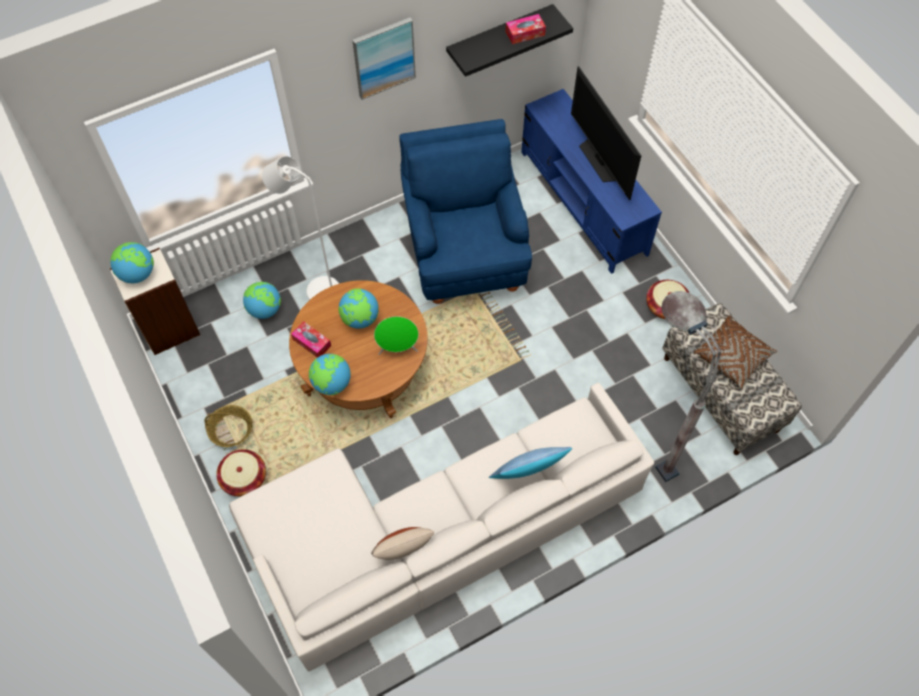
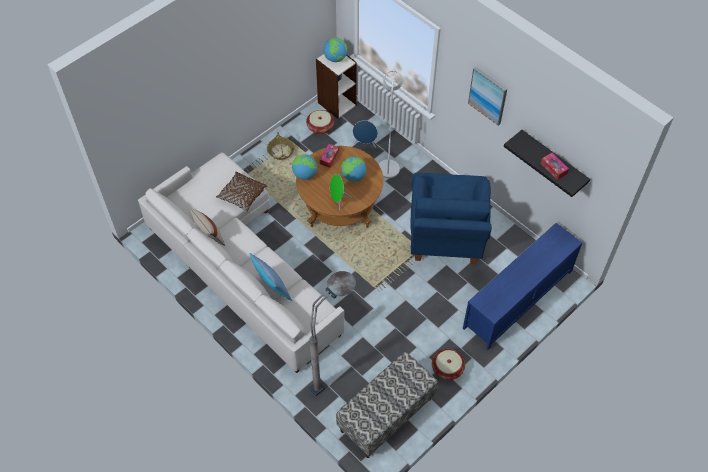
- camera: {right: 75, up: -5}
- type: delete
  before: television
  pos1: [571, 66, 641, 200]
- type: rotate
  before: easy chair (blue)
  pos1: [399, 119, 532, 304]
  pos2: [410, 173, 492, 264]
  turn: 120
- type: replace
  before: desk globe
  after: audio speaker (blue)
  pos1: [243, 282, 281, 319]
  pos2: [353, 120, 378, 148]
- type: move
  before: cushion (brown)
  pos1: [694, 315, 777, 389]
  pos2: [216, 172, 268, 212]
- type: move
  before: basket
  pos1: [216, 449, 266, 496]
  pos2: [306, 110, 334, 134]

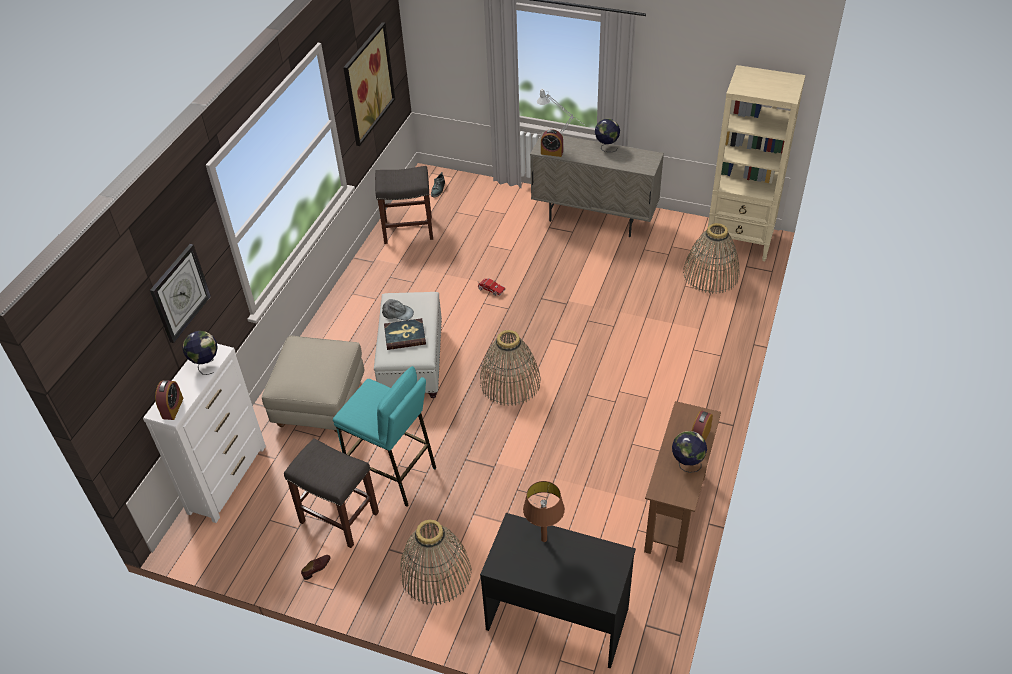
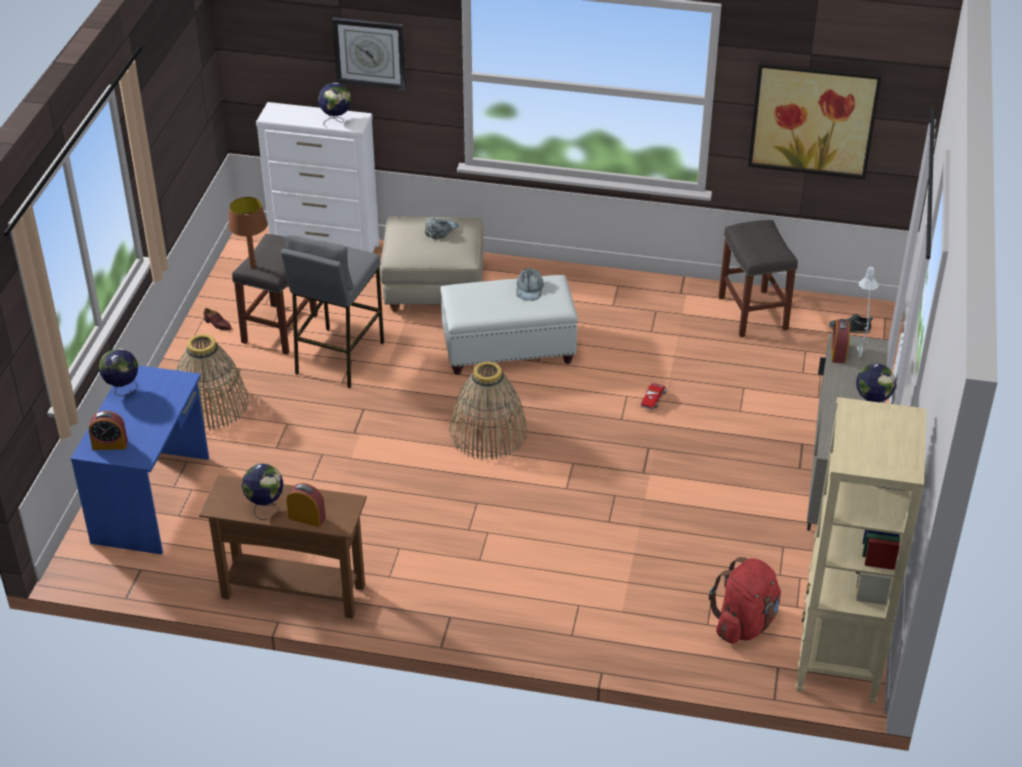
- camera: {right: 80, up: -5}
- type: replace
  before: basket
  after: backpack (reddish)
  pos1: [683, 223, 740, 294]
  pos2: [709, 557, 781, 644]
- type: delete
  before: bound book
  pos1: [384, 318, 426, 350]
- type: recolor
  before: stool (turquoise-coloured)
  after: stool (grey)
  pos1: [333, 366, 436, 507]
  pos2: [281, 235, 384, 388]
- type: move
  before: alarm clock
  pos1: [155, 380, 184, 420]
  pos2: [89, 411, 128, 450]
- type: move
  before: lamp for a table (brown)
  pos1: [523, 481, 565, 542]
  pos2: [228, 197, 268, 268]
- type: recolor
  before: desk table (black-coloured)
  after: desk table (blue)
  pos1: [480, 513, 636, 669]
  pos2: [71, 365, 209, 555]
- type: insert
  after: peaked cap (grey)
  pos2: [425, 218, 459, 239]
- type: insert
  after: desk globe
  pos2: [99, 349, 138, 396]

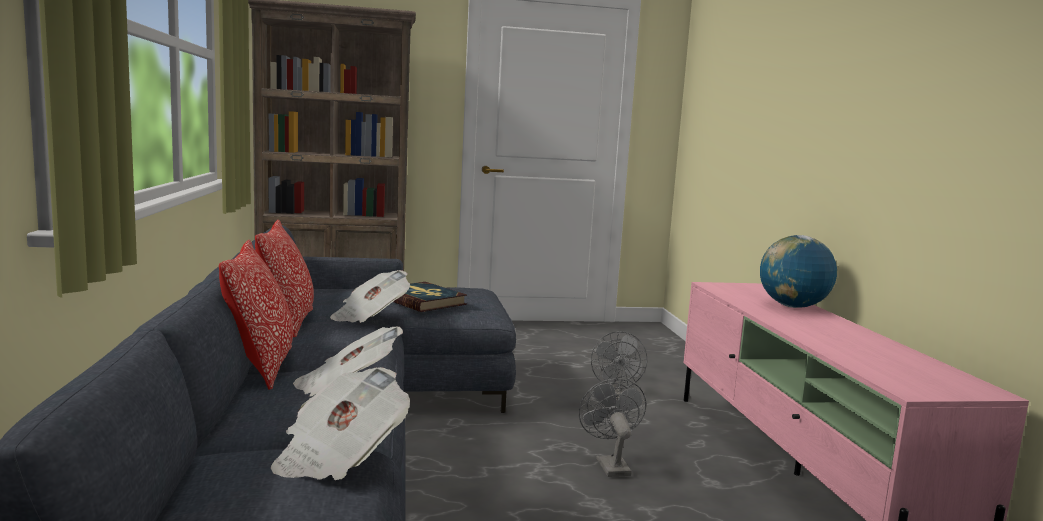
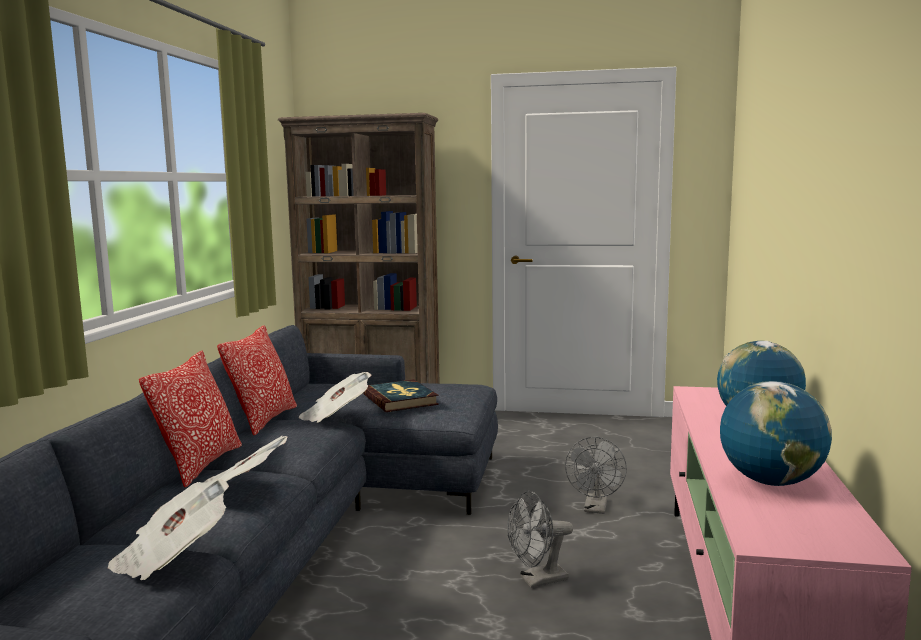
- camera: {right: 20, up: 0}
- type: rotate
  before: cooling fan (grey)
  pos1: [579, 378, 647, 477]
  pos2: [507, 491, 573, 588]
  turn: -120
- type: insert
  after: desk globe
  pos2: [720, 381, 832, 486]

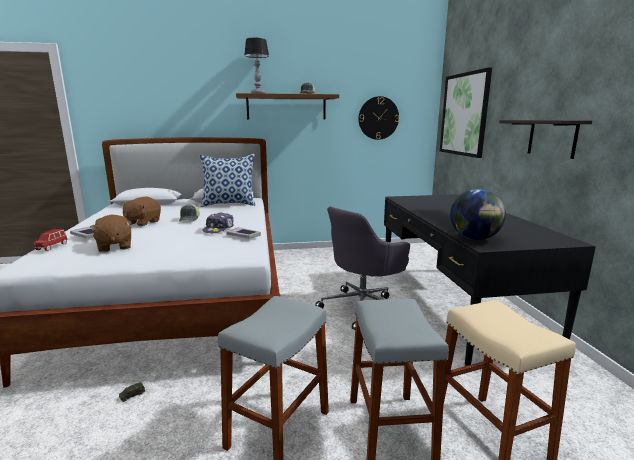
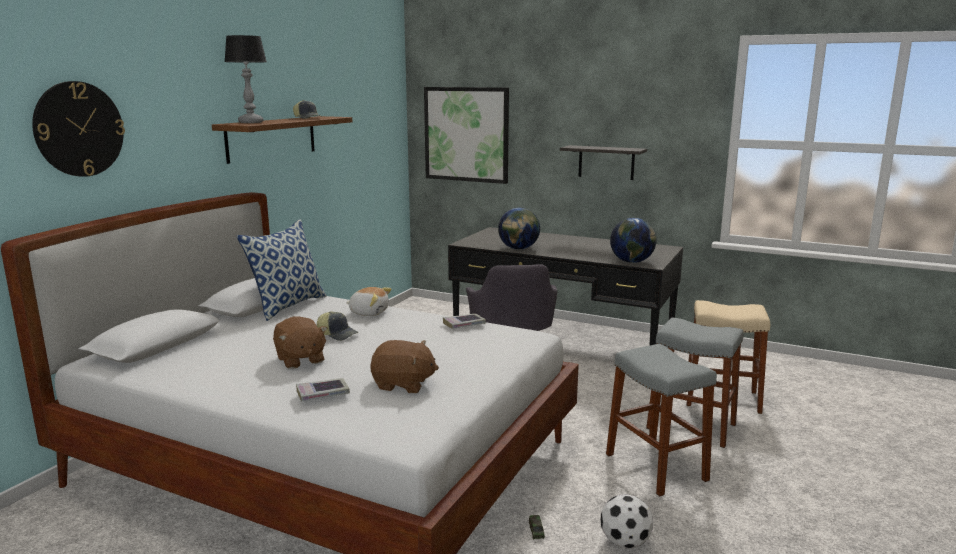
- camera: {right: -55, up: 0}
- type: move
  before: clock on the wall
  pos1: [358, 96, 399, 140]
  pos2: [32, 81, 125, 177]
- type: delete
  before: peaked cap
  pos1: [203, 213, 234, 233]
- type: delete
  before: toy car (reddish)
  pos1: [34, 228, 67, 251]
- type: insert
  after: desk globe
  pos2: [498, 208, 540, 249]
- type: insert
  after: cuddly toy
  pos2: [346, 287, 392, 316]
- type: insert
  after: football ball
  pos2: [601, 494, 653, 549]

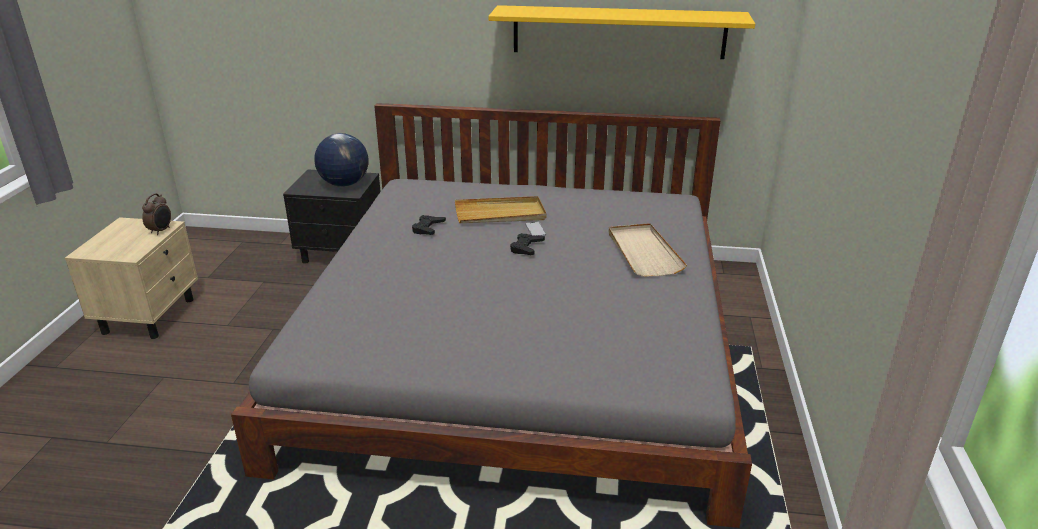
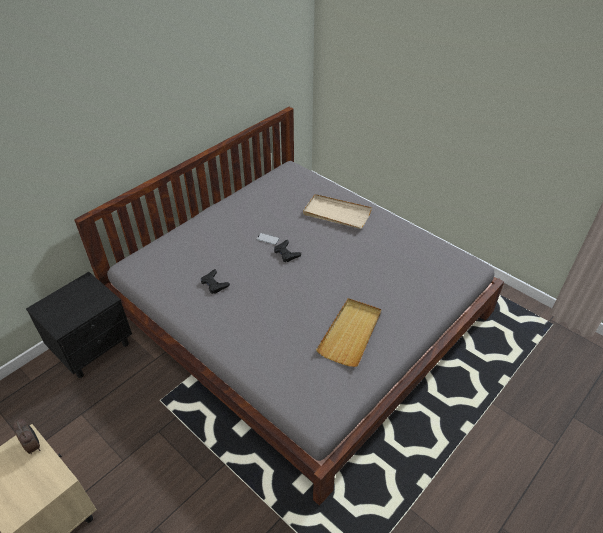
- camera: {right: -55, up: 15}
- type: delete
  before: bracket shelf (yellow)
  pos1: [488, 5, 755, 59]
- type: delete
  before: desk globe
  pos1: [314, 133, 369, 187]
- type: move
  before: serving tray (sand-coloured)
  pos1: [455, 196, 546, 223]
  pos2: [316, 298, 382, 367]

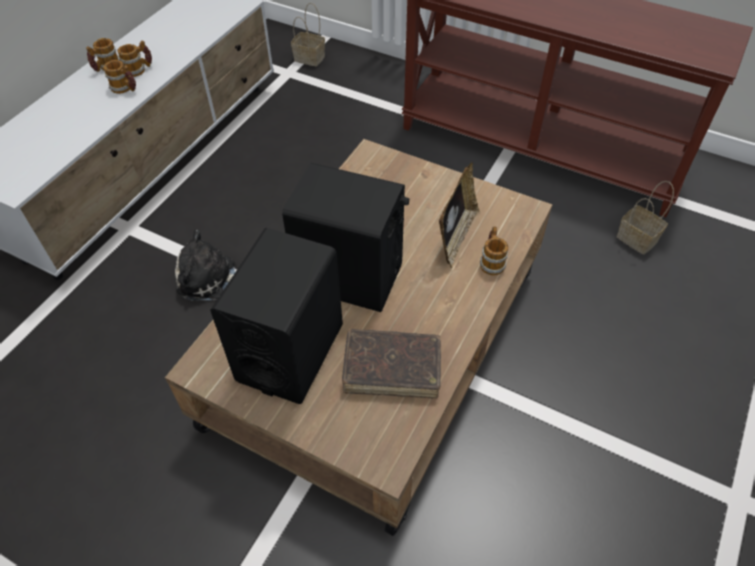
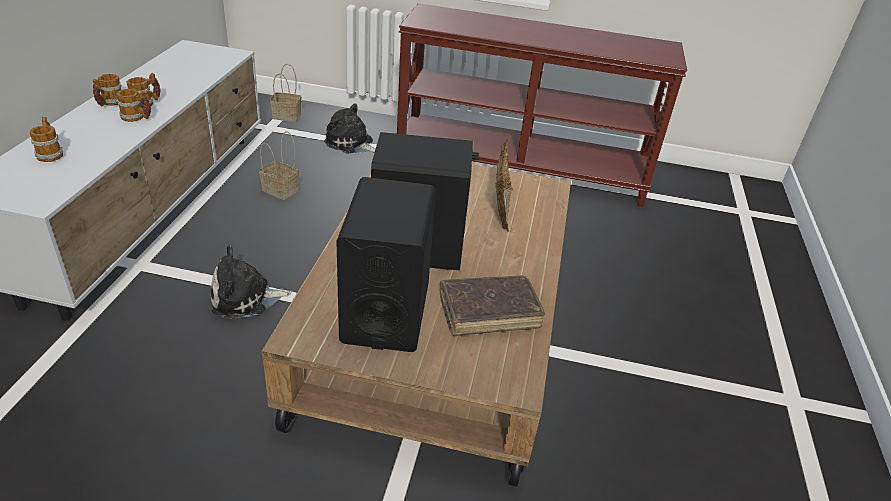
- camera: {right: -20, up: -15}
- type: move
  before: basket
  pos1: [616, 181, 674, 254]
  pos2: [259, 131, 299, 200]
- type: move
  before: coffee mug
  pos1: [480, 226, 508, 275]
  pos2: [30, 117, 63, 162]
- type: insert
  after: cuddly toy
  pos2: [324, 103, 375, 154]

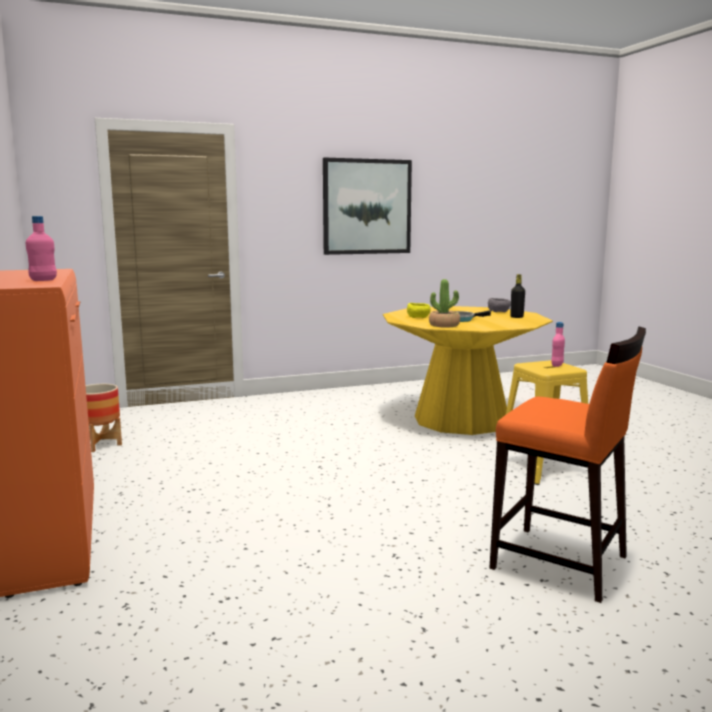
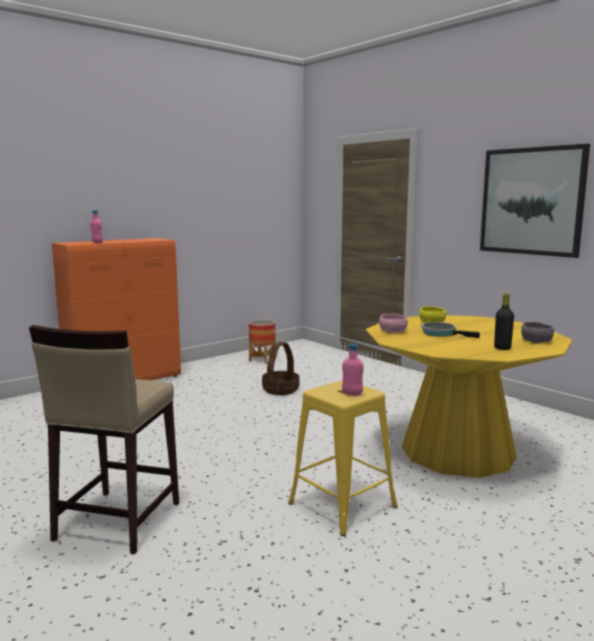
- camera: {right: 70, up: 0}
- type: replace
  before: plant in a pot
  after: bowl (pinkish)
  pos1: [429, 279, 460, 327]
  pos2: [379, 314, 408, 333]
- type: recolor
  before: stool (orange)
  after: stool (sand-coloured)
  pos1: [489, 326, 646, 603]
  pos2: [29, 325, 179, 555]
- type: insert
  after: basket
  pos2: [262, 342, 300, 395]

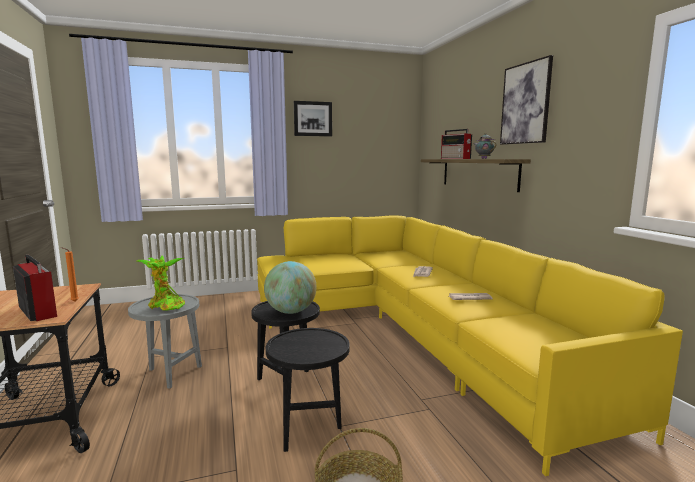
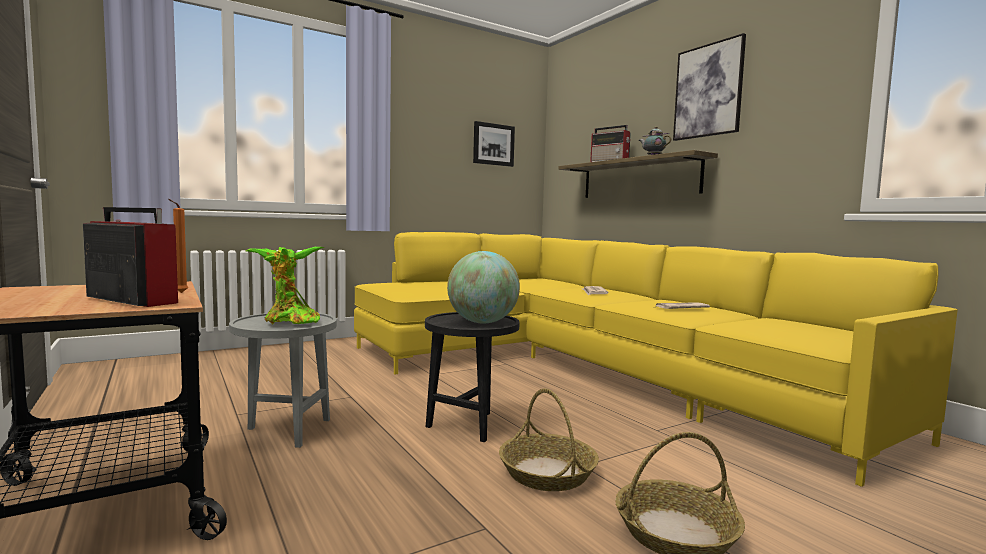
- camera: {right: -15, up: -5}
- type: move
  before: wall picture
  pos1: [294, 101, 332, 136]
  pos2: [473, 121, 515, 167]
- type: replace
  before: side table (black-coloured)
  after: basket
  pos1: [266, 328, 350, 452]
  pos2: [499, 388, 599, 491]

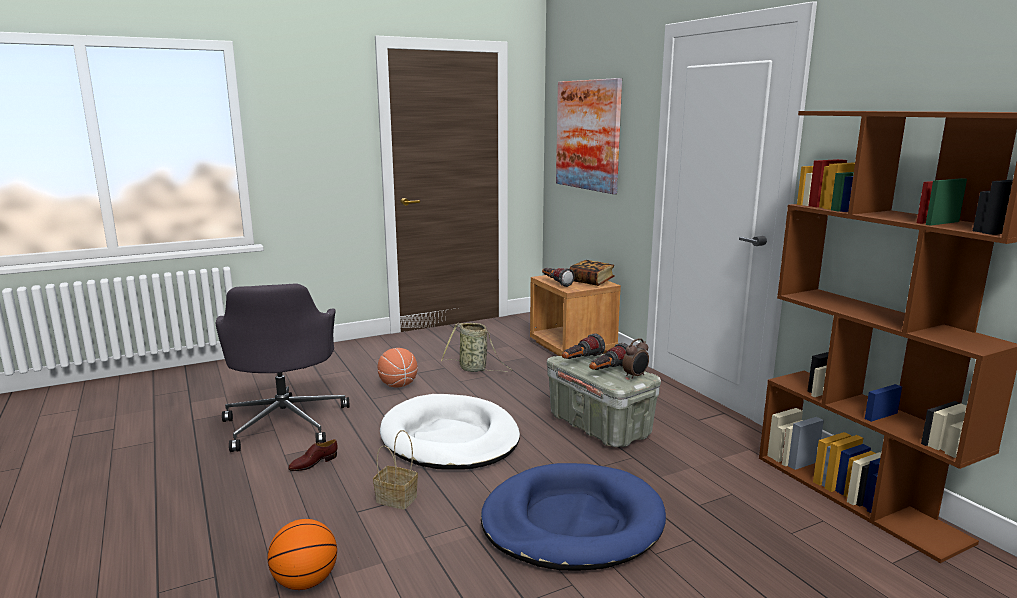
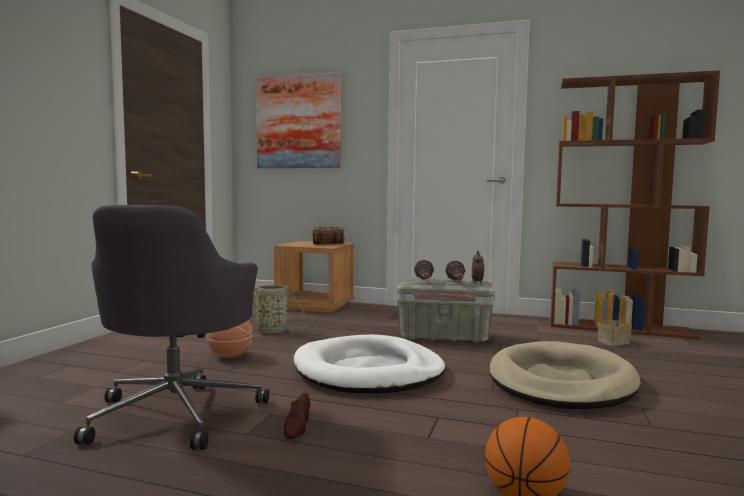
- camera: {right: -45, up: -10}
- type: delete
  before: hand torch
  pos1: [542, 268, 575, 287]
- type: rotate
  before: computer chair (grey)
  pos1: [216, 283, 350, 452]
  pos2: [74, 205, 269, 450]
  turn: 60
- type: move
  before: basket
  pos1: [373, 430, 418, 509]
  pos2: [598, 292, 632, 346]
- type: recolor
  before: pet bed (blue)
  after: pet bed (sand-coloured)
  pos1: [481, 463, 666, 570]
  pos2: [489, 341, 641, 409]

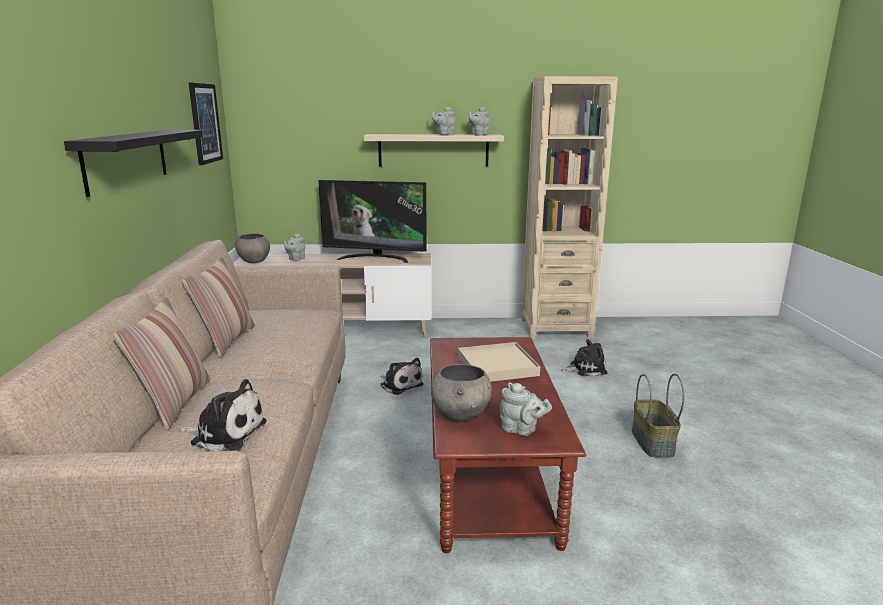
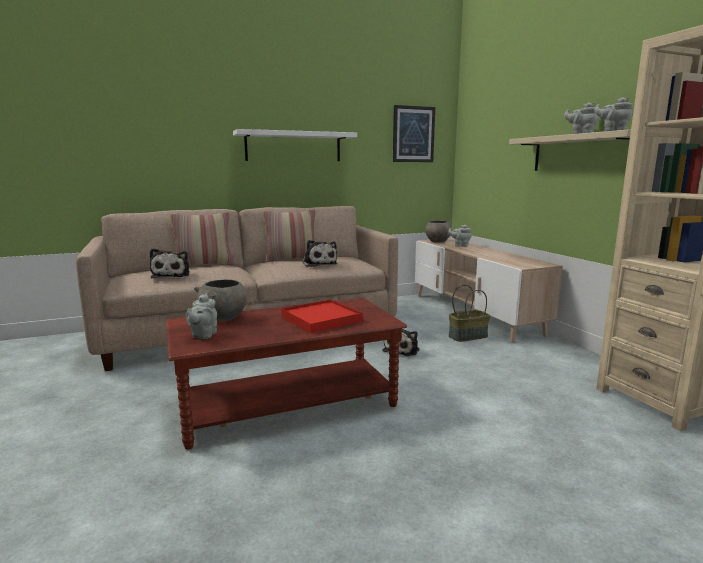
- camera: {right: 70, up: -5}
- type: recolor
  before: bracket shelf (black-coloured)
  after: bracket shelf (white-coloured)
  pos1: [64, 130, 203, 197]
  pos2: [233, 129, 357, 161]
- type: delete
  before: television
  pos1: [319, 180, 427, 263]
- type: move
  before: cuddly toy
  pos1: [561, 339, 607, 376]
  pos2: [302, 240, 337, 267]
- type: recolor
  before: serving tray (sand-coloured)
  after: serving tray (reddish)
  pos1: [458, 342, 540, 382]
  pos2: [281, 299, 363, 333]
- type: move
  before: basket
  pos1: [632, 374, 685, 458]
  pos2: [449, 285, 490, 342]

